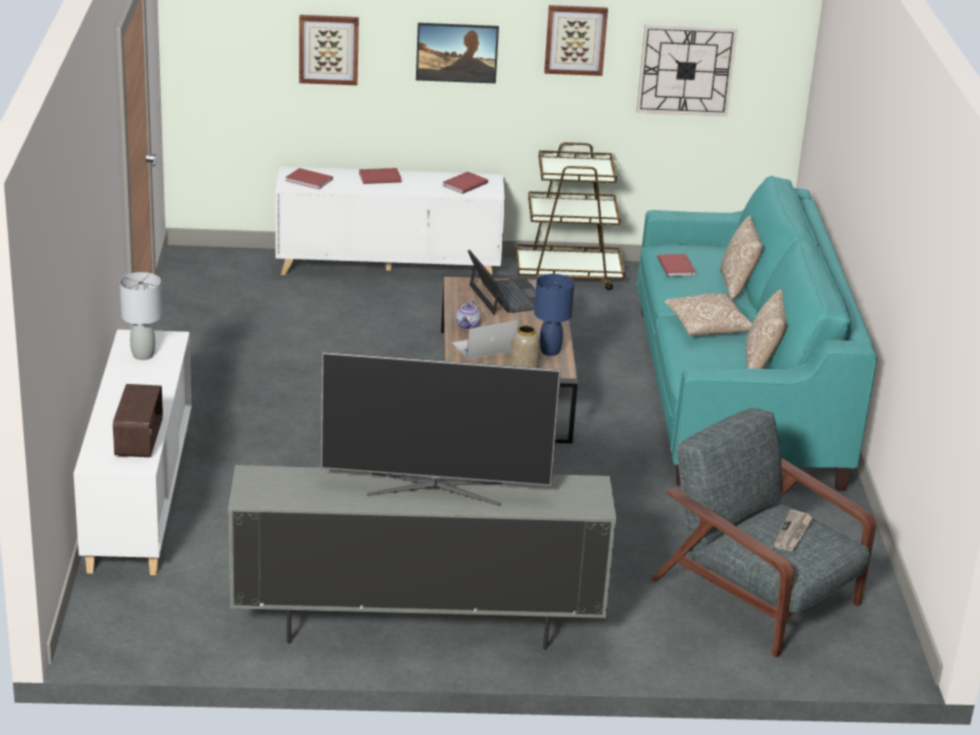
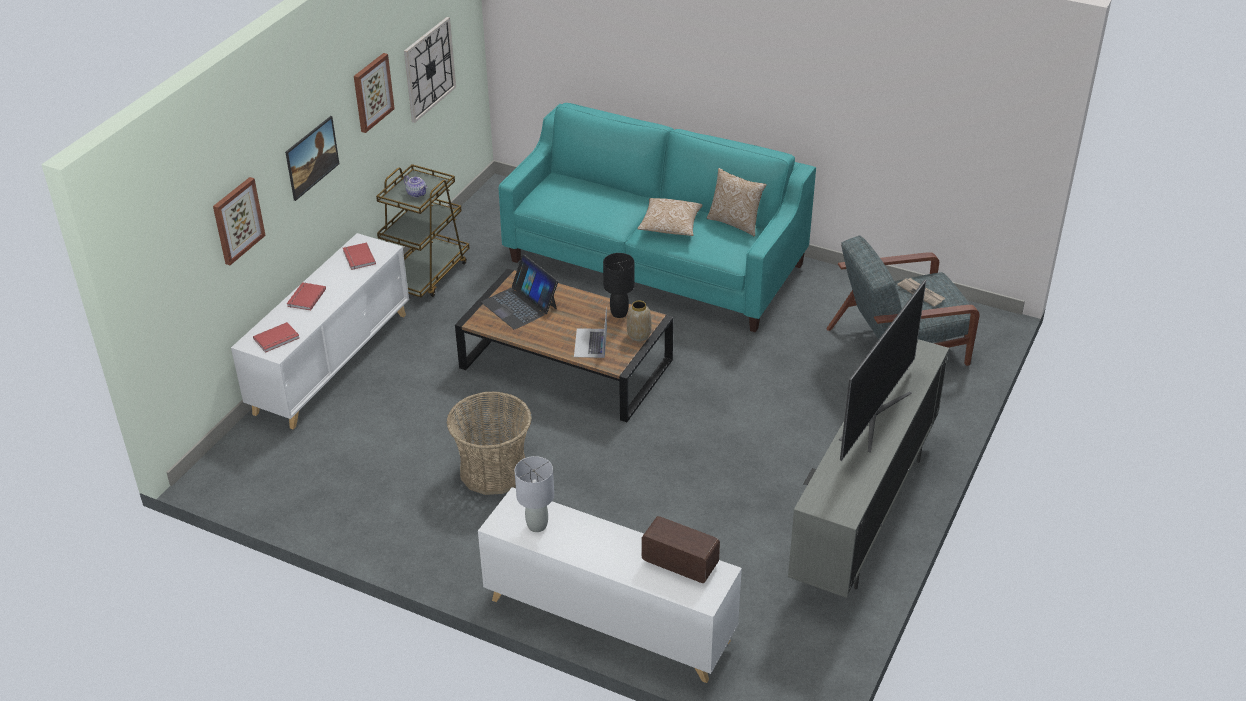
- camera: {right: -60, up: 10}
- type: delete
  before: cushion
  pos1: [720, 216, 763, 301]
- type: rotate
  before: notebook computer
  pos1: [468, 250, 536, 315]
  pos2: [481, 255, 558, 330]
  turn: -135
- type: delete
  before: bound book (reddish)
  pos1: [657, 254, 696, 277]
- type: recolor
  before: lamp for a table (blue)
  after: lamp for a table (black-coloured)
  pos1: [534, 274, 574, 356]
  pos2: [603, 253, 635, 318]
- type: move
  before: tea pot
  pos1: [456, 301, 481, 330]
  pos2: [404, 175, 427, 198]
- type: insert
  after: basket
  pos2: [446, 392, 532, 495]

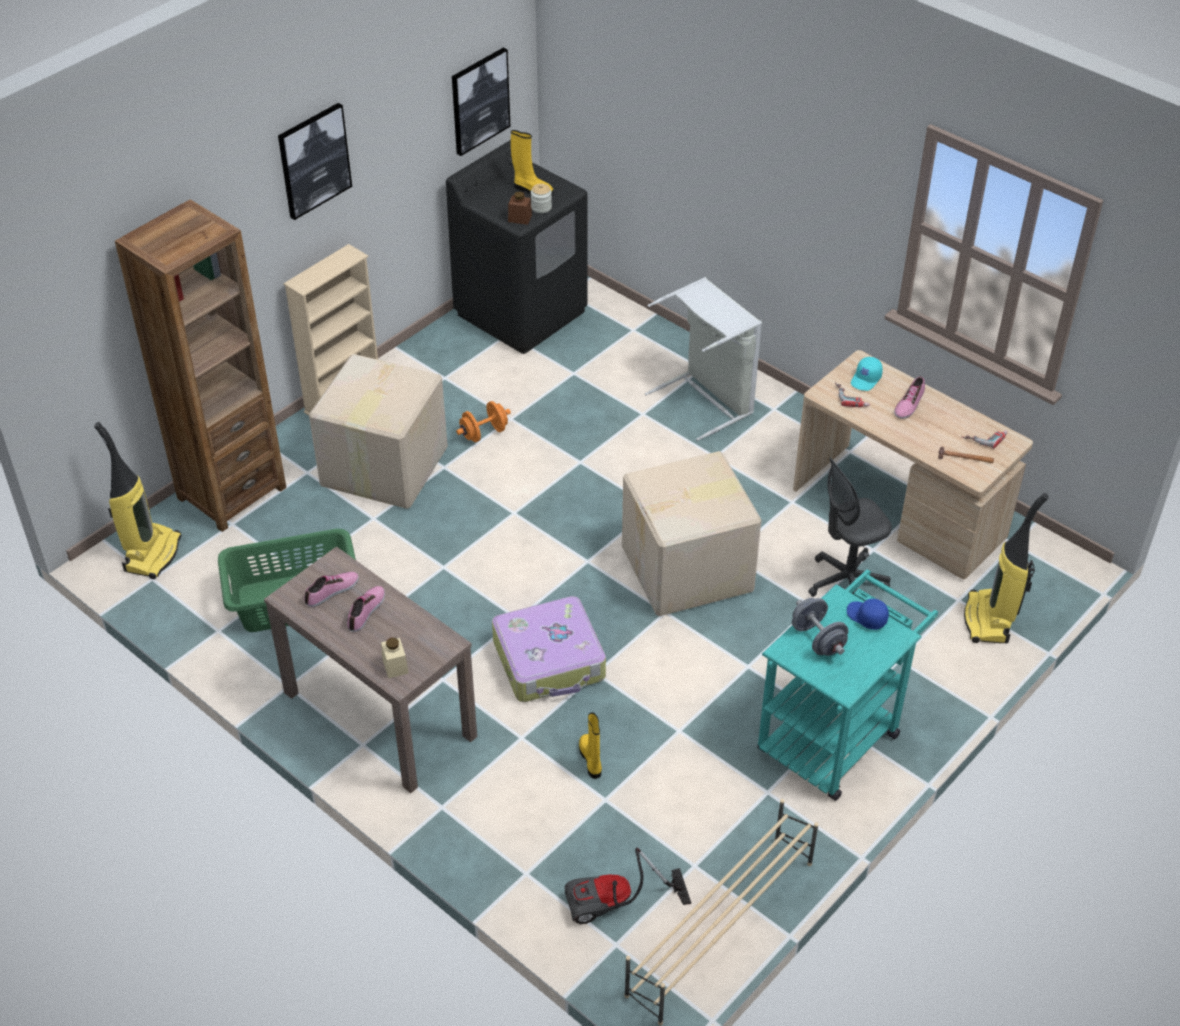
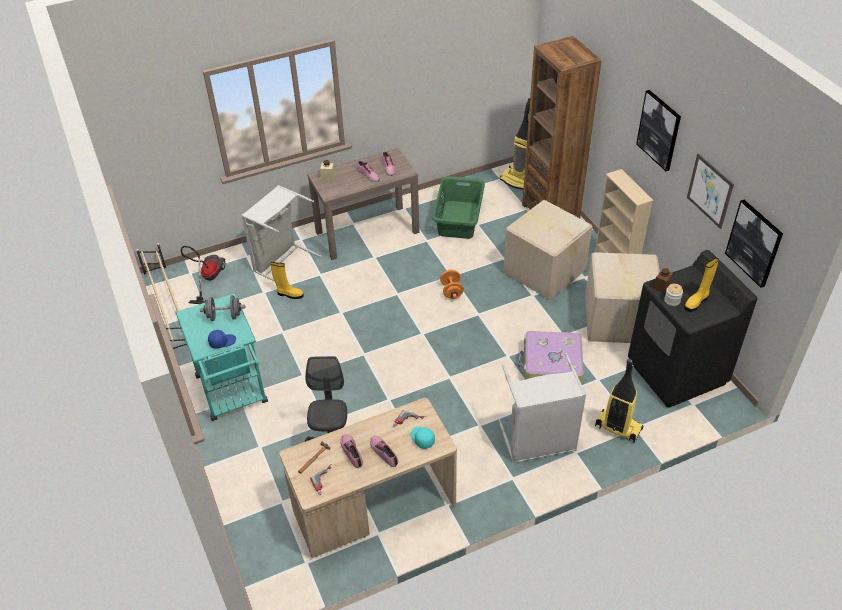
- camera: {right: 115, up: 0}
- type: move
  before: hand weight (orange)
  pos1: [456, 401, 511, 442]
  pos2: [440, 270, 464, 299]
- type: move
  before: packing box
  pos1: [622, 451, 762, 616]
  pos2: [585, 252, 660, 343]
- type: move
  before: vacuum
  pos1: [964, 493, 1048, 643]
  pos2: [595, 359, 644, 443]
- type: move
  before: suitcase
  pos1: [492, 596, 606, 702]
  pos2: [518, 331, 584, 384]
- type: insert
  after: wall picture
  pos2: [687, 153, 734, 229]
- type: insert
  after: hamper (grey)
  pos2: [241, 185, 322, 282]
- type: insert
  after: item of footwear
  pos2: [340, 434, 363, 468]

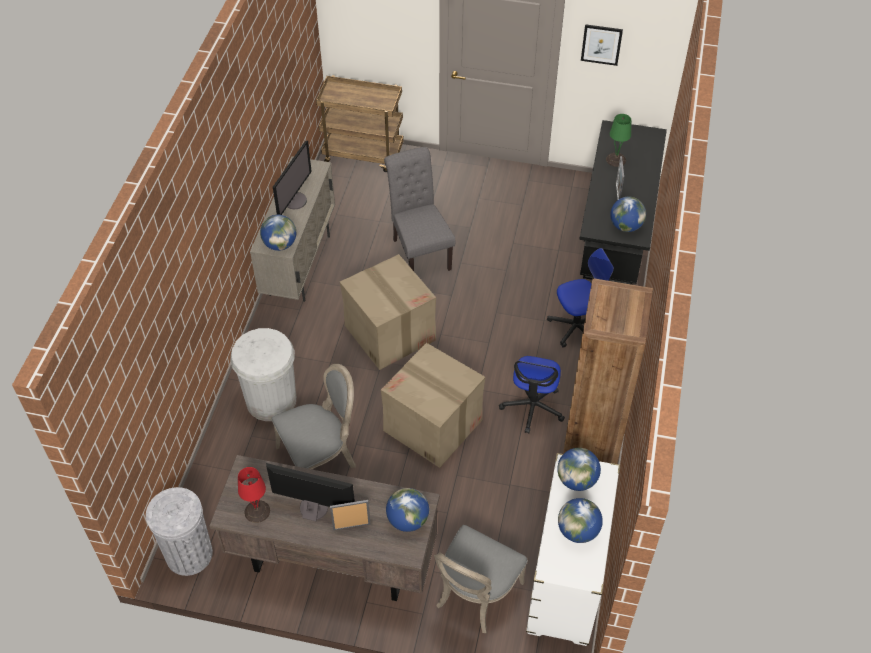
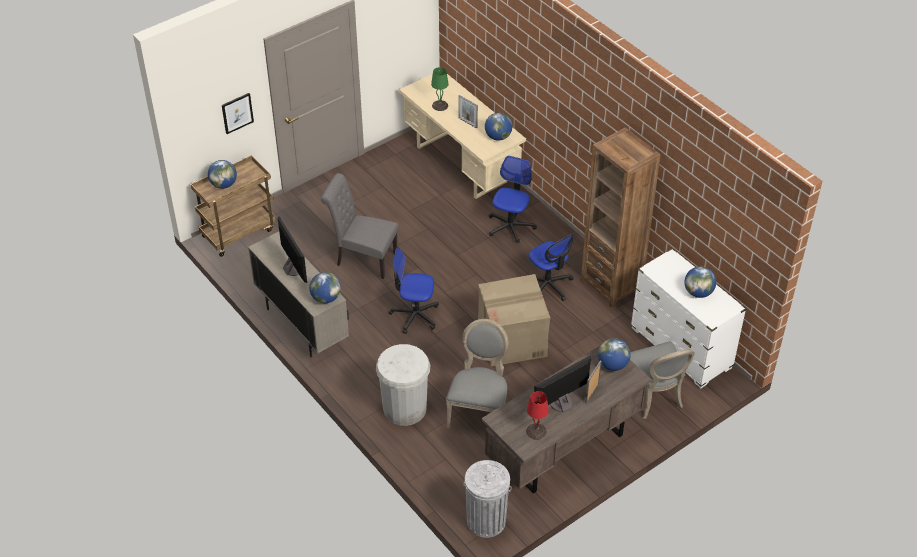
- camera: {right: -50, up: -5}
- type: move
  before: wall picture
  pos1: [581, 24, 623, 66]
  pos2: [222, 93, 254, 134]
- type: recolor
  before: desk table (black-coloured)
  after: desk table (sand-coloured)
  pos1: [579, 120, 667, 285]
  pos2: [399, 74, 526, 199]
- type: replace
  before: packing box
  after: computer chair
  pos1: [340, 254, 436, 370]
  pos2: [388, 248, 439, 334]
- type: move
  before: desk globe
  pos1: [557, 448, 601, 491]
  pos2: [208, 160, 237, 189]

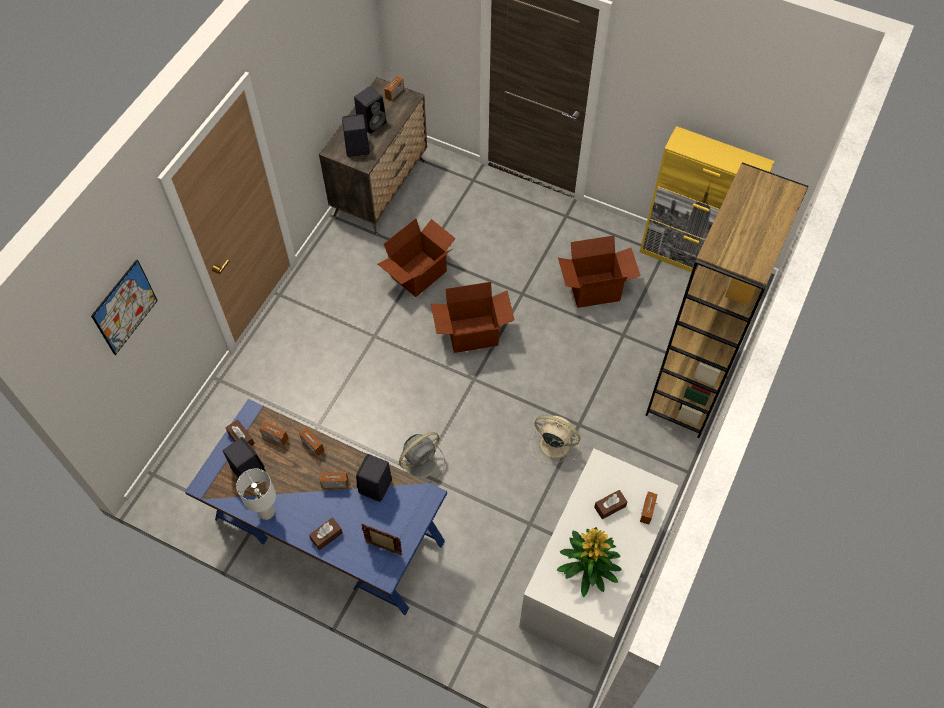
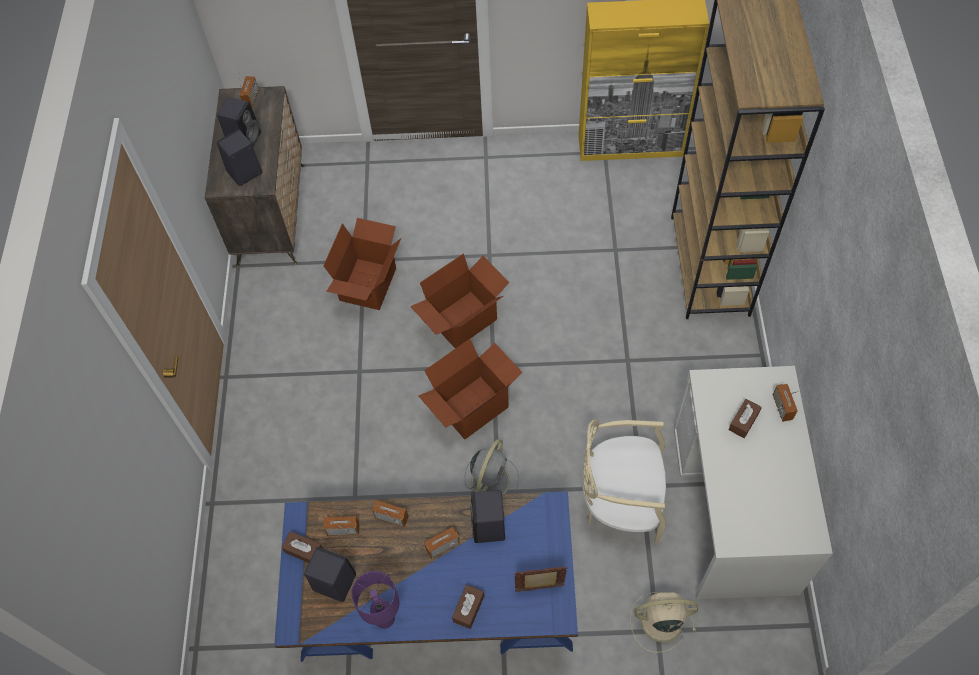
- camera: {right: -25, up: 0}
- type: move
  before: packing box
  pos1: [558, 236, 641, 308]
  pos2: [418, 339, 523, 439]
- type: delete
  before: wall picture
  pos1: [91, 259, 158, 355]
- type: move
  before: cooling fan (sand-coloured)
  pos1: [530, 416, 580, 464]
  pos2: [630, 592, 698, 653]
- type: recolor
  before: lamp for a table (white-coloured)
  after: lamp for a table (purple-coloured)
  pos1: [236, 469, 276, 520]
  pos2: [351, 571, 399, 629]
- type: delete
  before: plant in a pot
  pos1: [556, 527, 622, 598]
- type: insert
  after: plain chair (sand-coloured)
  pos2: [582, 420, 666, 544]

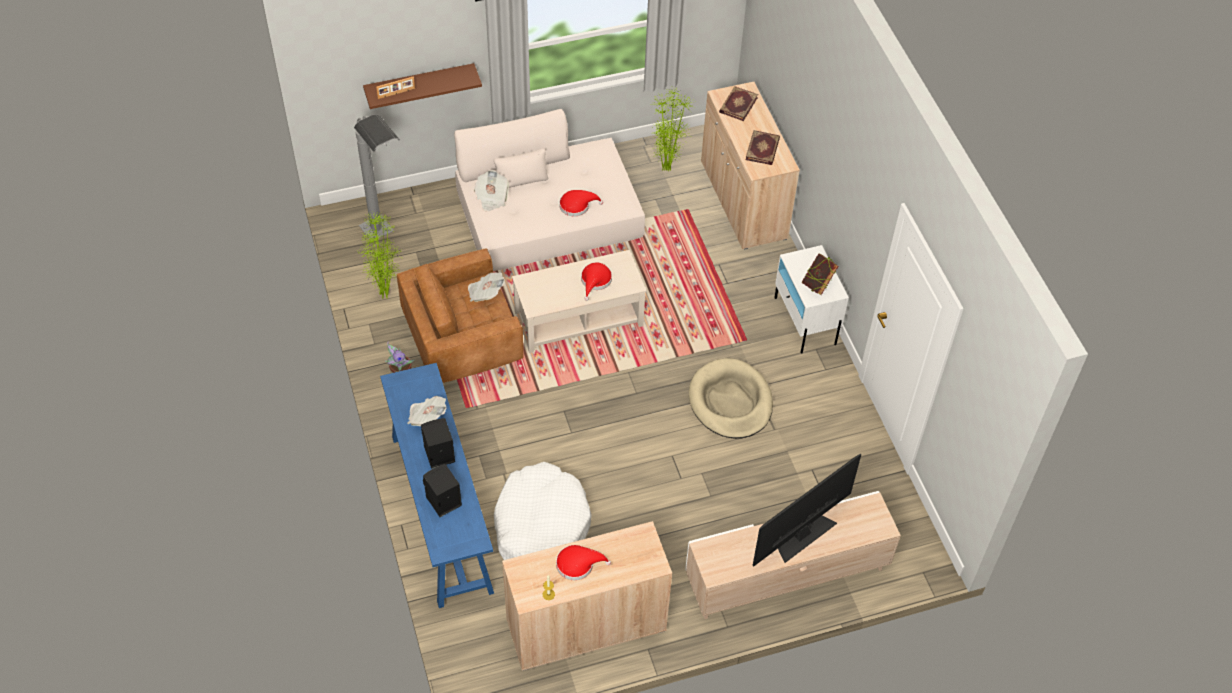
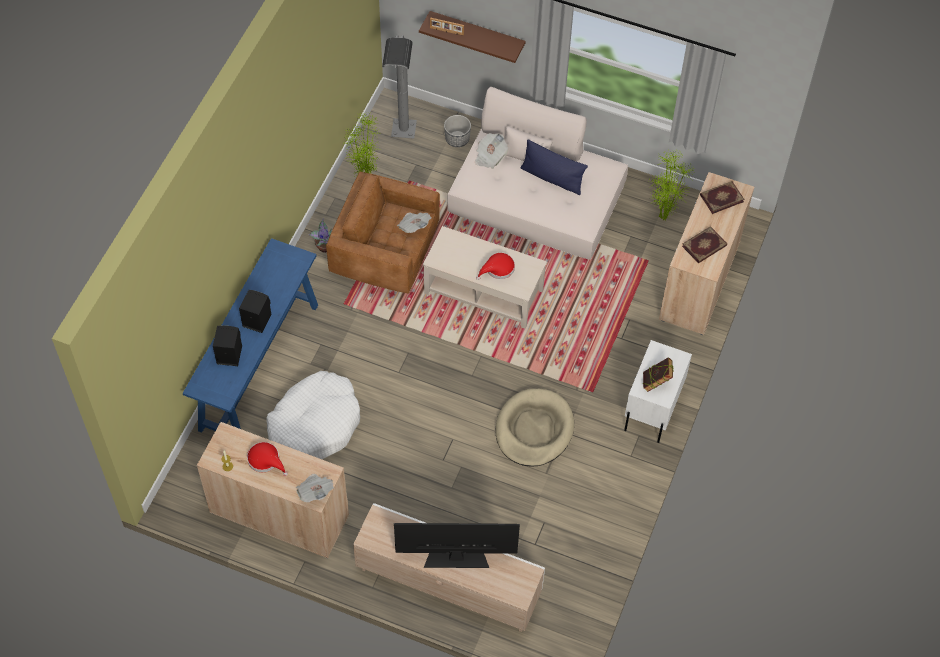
- camera: {right: 40, up: 5}
- type: delete
  before: clothing hat (reddish)
  pos1: [559, 190, 603, 216]
- type: move
  before: daily paper
  pos1: [408, 396, 446, 426]
  pos2: [296, 473, 334, 502]
- type: insert
  after: plant pot
  pos2: [444, 115, 471, 147]
- type: insert
  after: cushion (blue)
  pos2: [520, 139, 588, 195]

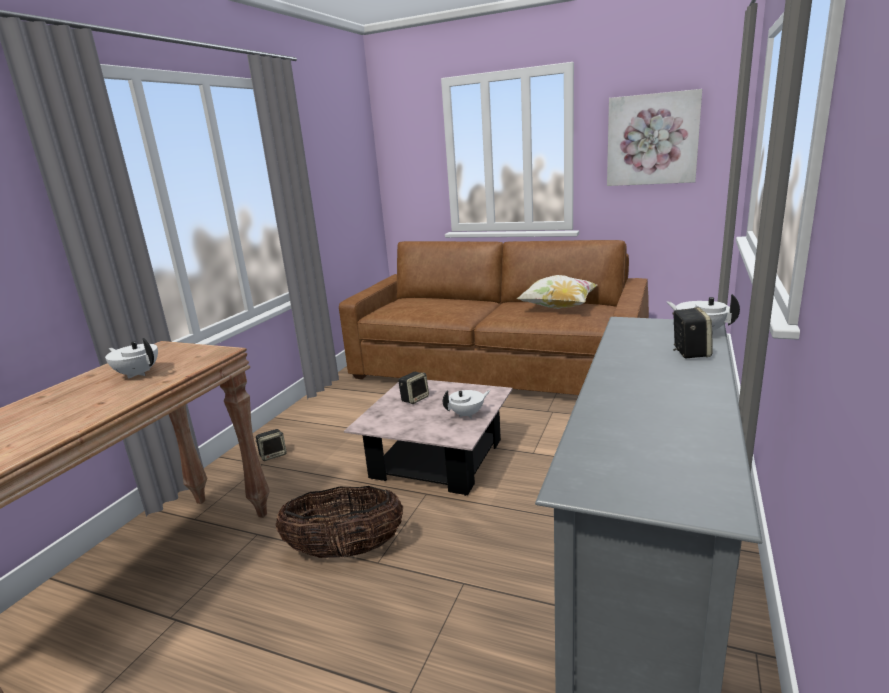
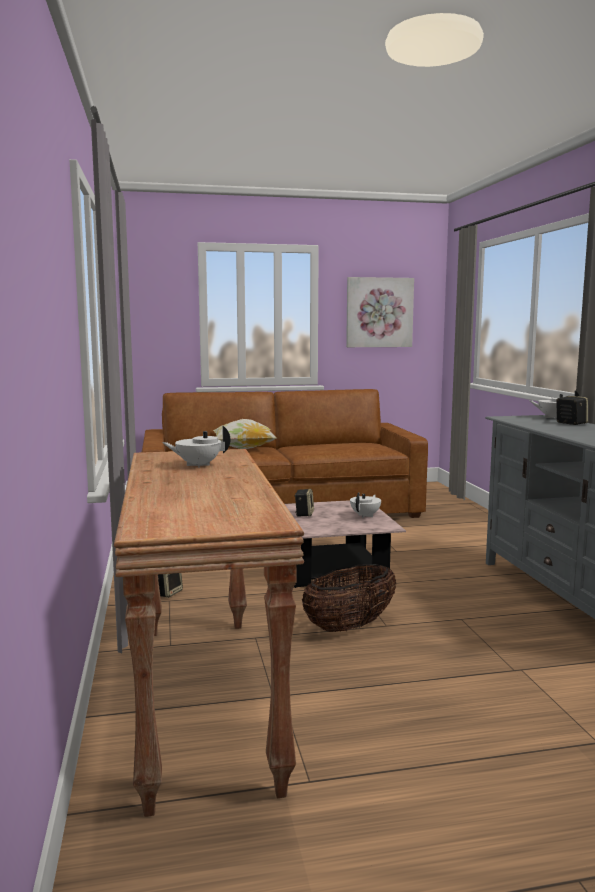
- camera: {right: -35, up: -10}
- type: move
  before: cushion
  pos1: [516, 275, 597, 309]
  pos2: [213, 419, 277, 449]

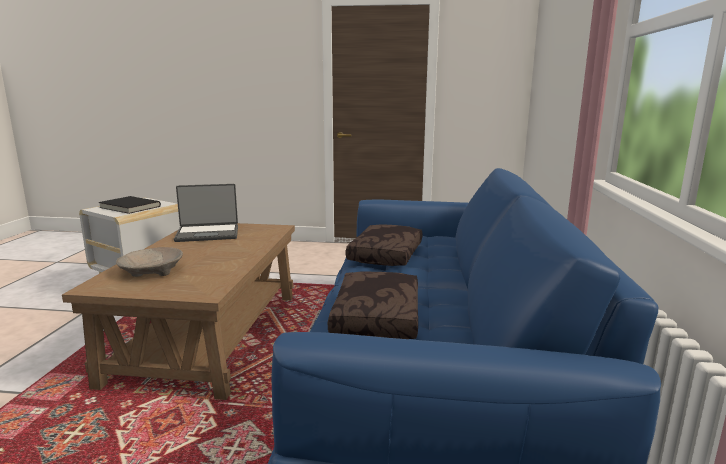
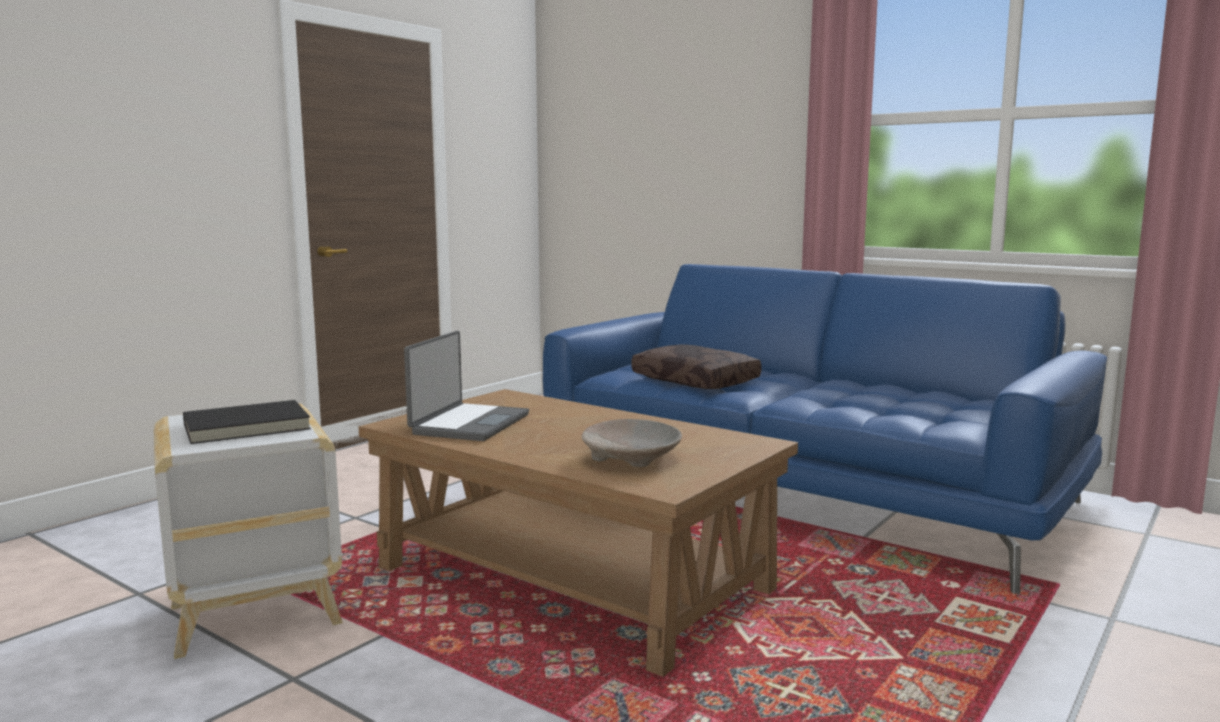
- camera: {right: -60, up: -5}
- type: delete
  before: cushion (brown)
  pos1: [328, 271, 418, 339]

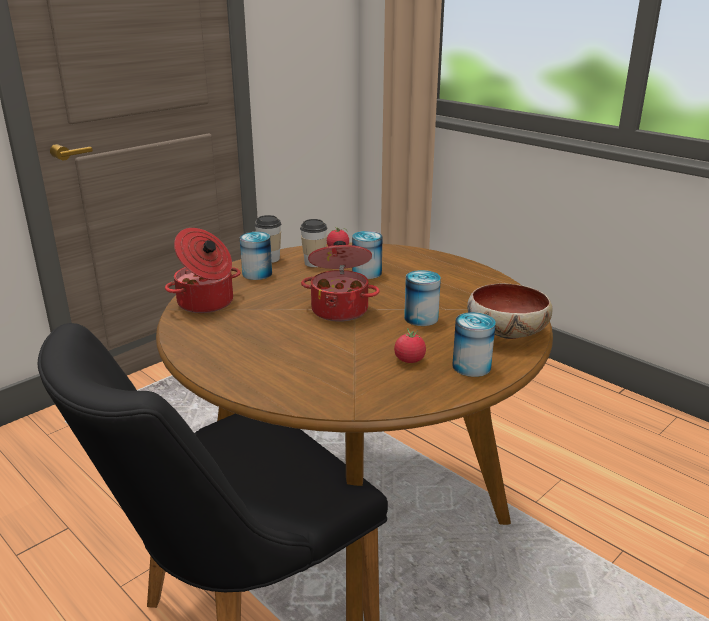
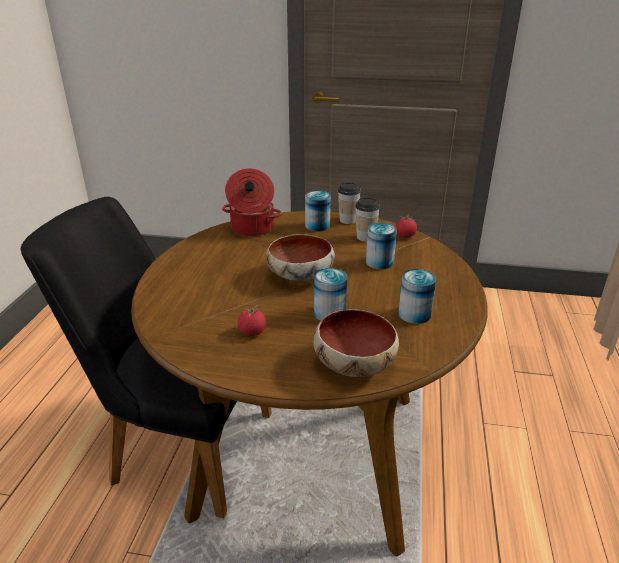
- camera: {right: 55, up: 5}
- type: replace
  before: saucepot
  after: bowl
  pos1: [301, 241, 380, 322]
  pos2: [266, 234, 335, 281]
- type: move
  before: metal can
  pos1: [452, 312, 496, 377]
  pos2: [398, 269, 436, 324]

